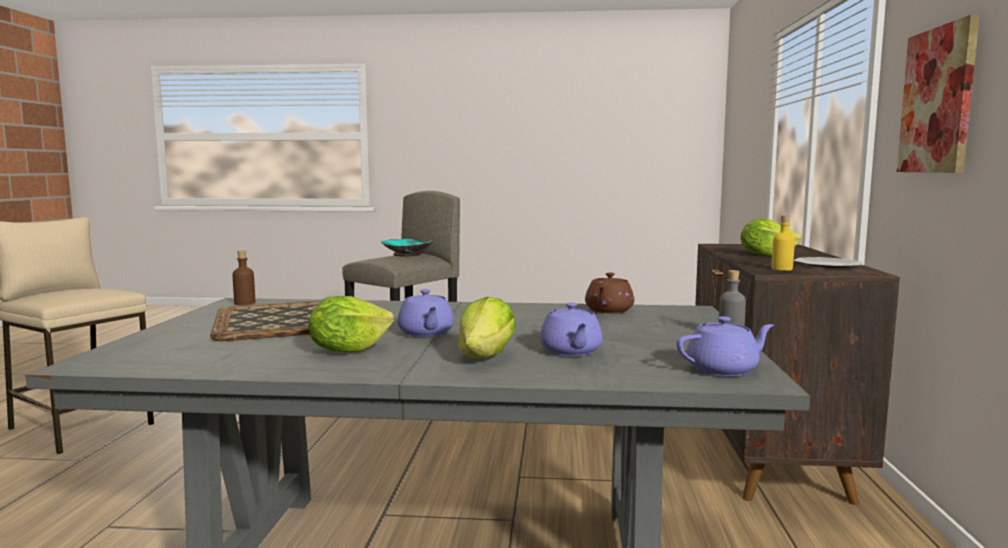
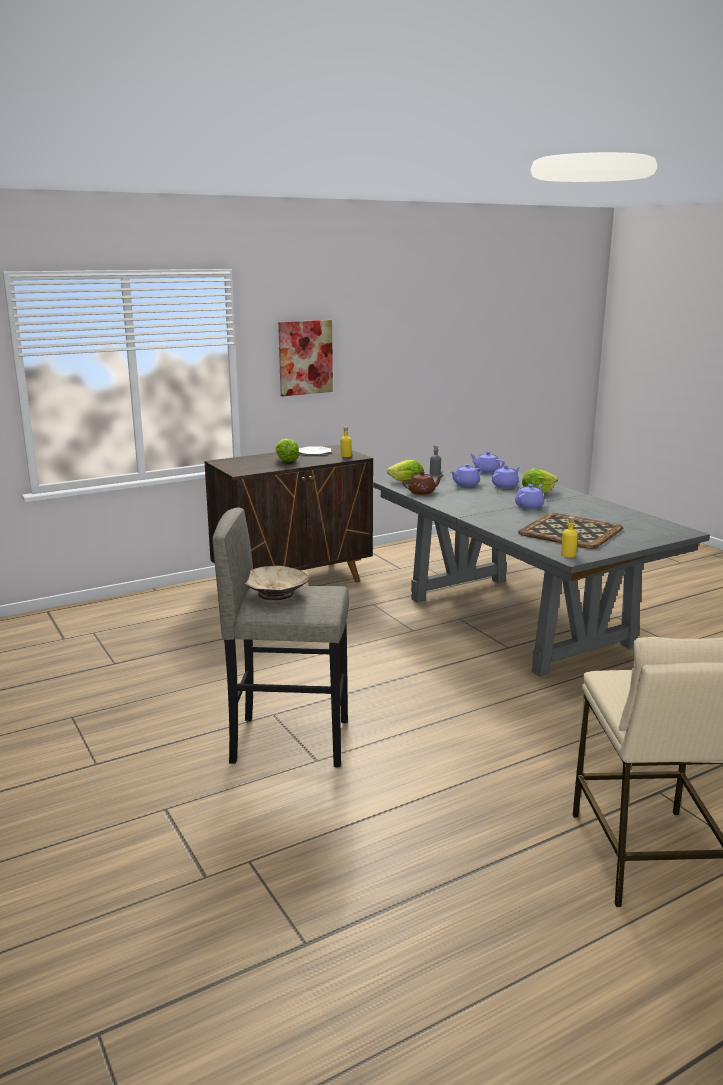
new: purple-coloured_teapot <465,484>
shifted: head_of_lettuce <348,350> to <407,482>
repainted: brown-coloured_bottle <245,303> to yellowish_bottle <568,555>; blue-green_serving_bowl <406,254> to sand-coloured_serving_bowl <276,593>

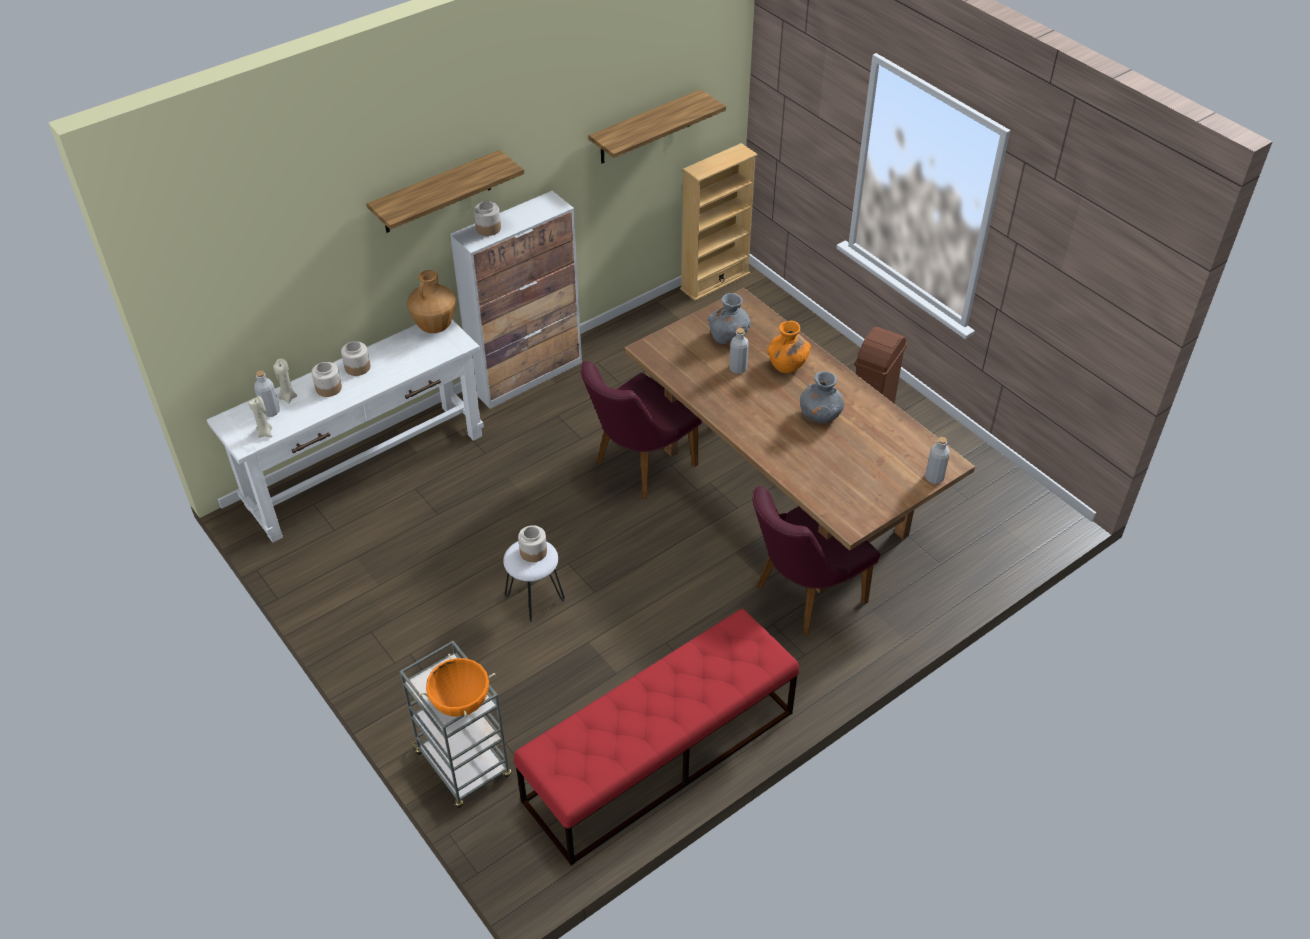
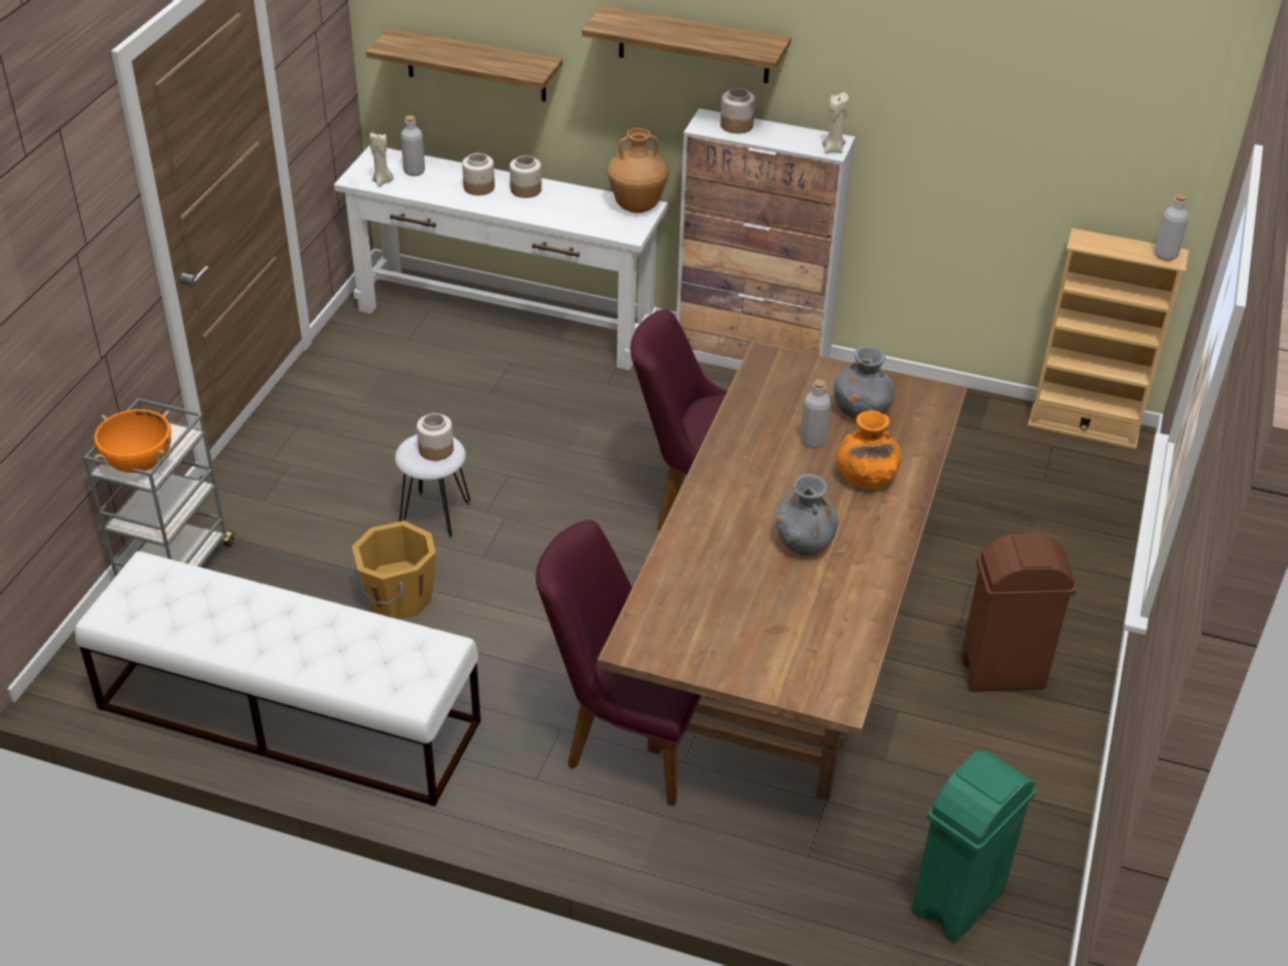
new: orange_pail <398,598>; green-coloured_trash_can <956,902>
shifted: sand-coloured_wax_candle <288,397> to <833,149>; shelf <645,128> to <476,65>; grey_bottle <934,478> to <1165,255>
repainted: red-coloured_indoor_bench <659,757> to whitish_indoor_bench <288,714>

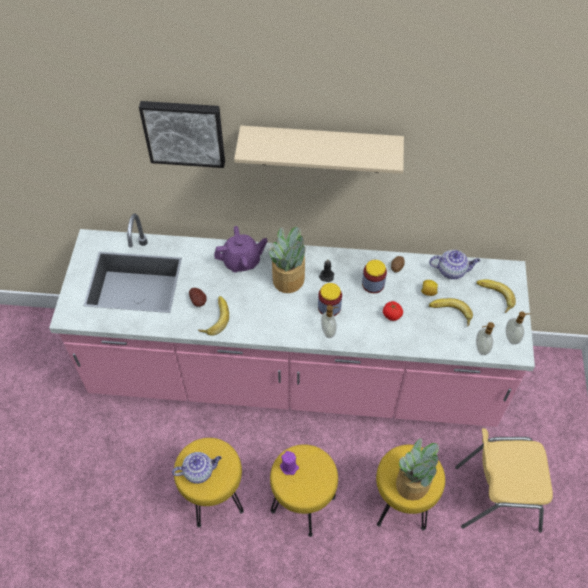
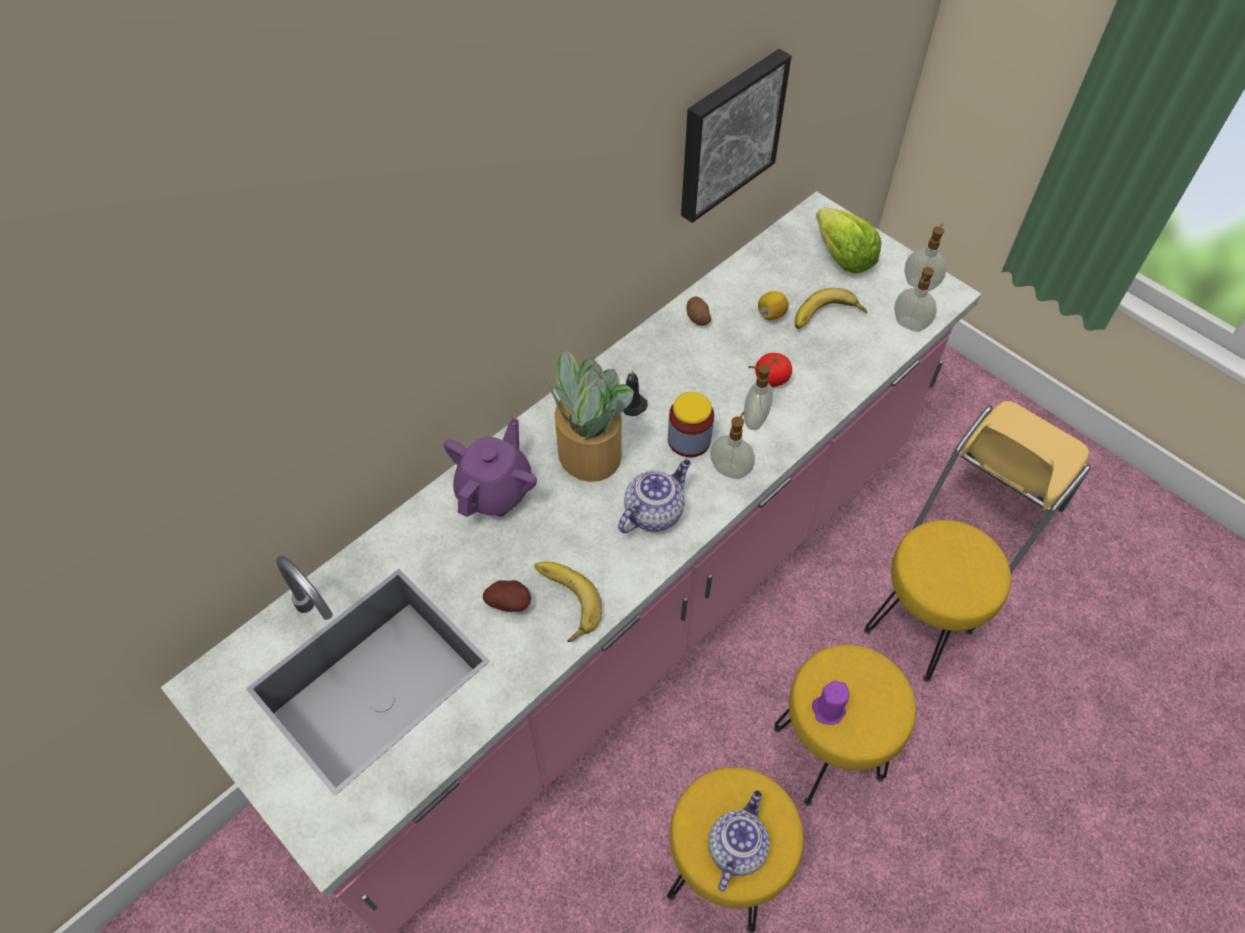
gone: sand-coloured_shelf <320,149>; preserve_jar <373,284>; plant_in_a_pot <413,482>
new: soap_bottle <754,419>
shifted: wall_art <184,132> to <728,134>; teapot <452,271> to <654,512>
swapped: banana <494,297> to head_of_lettuce <842,257>

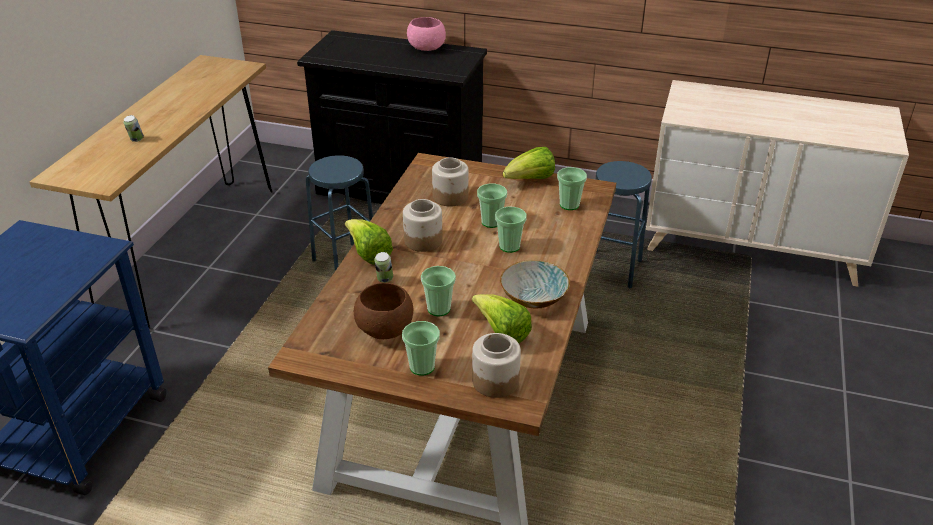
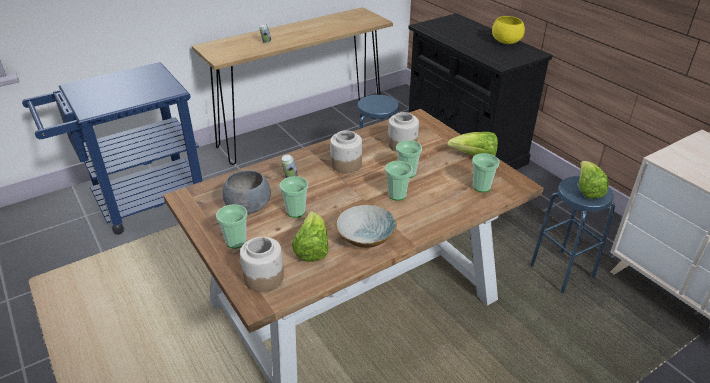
shifted: head_of_lettuce <368,254> to <587,190>
repainted: brown-coloured_serving_bowl <385,328> to grey_serving_bowl <249,206>; pinkish_serving_bowl <427,48> to yellowish_serving_bowl <506,42>

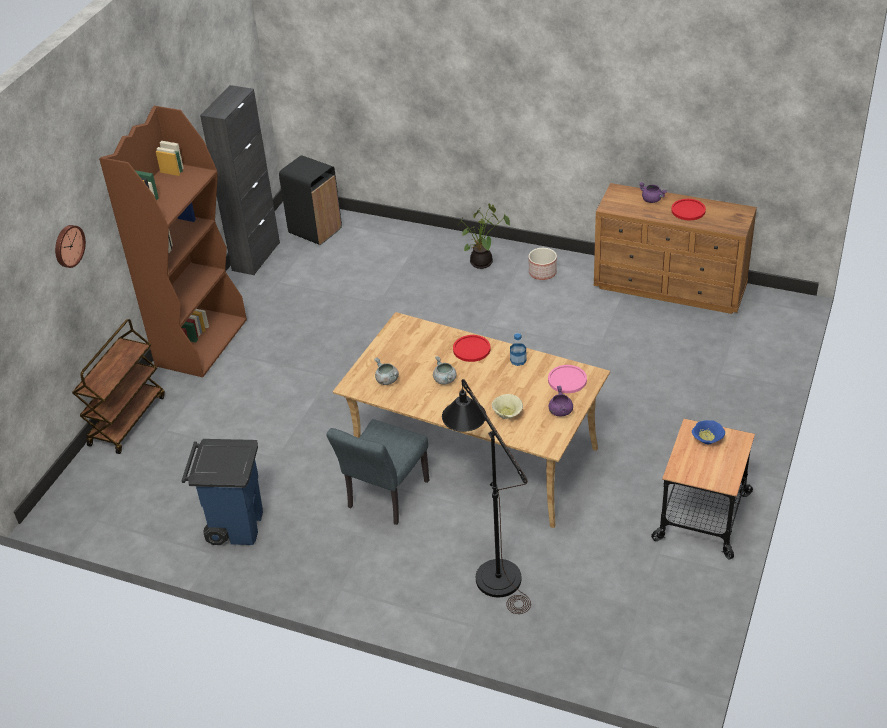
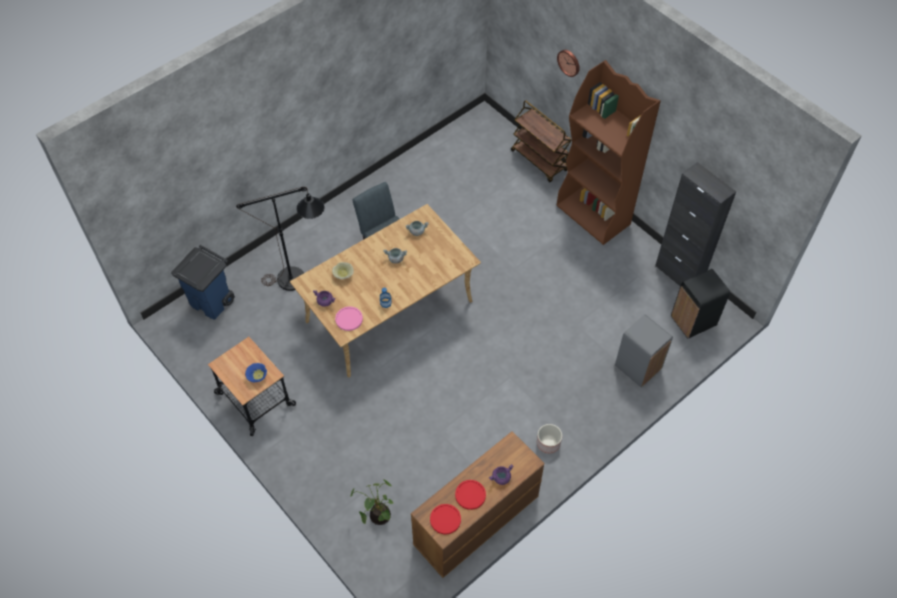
new: grey_trash_can <638,368>
shifted: bluish_trash_can <235,525> to <212,302>; red-coloured_plate <471,349> to <445,519>; plant_in_a_pot <482,264> to <378,516>

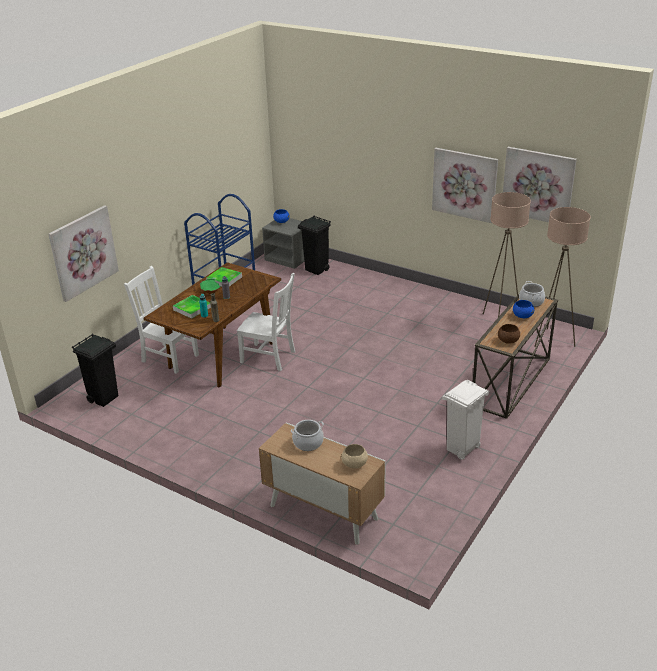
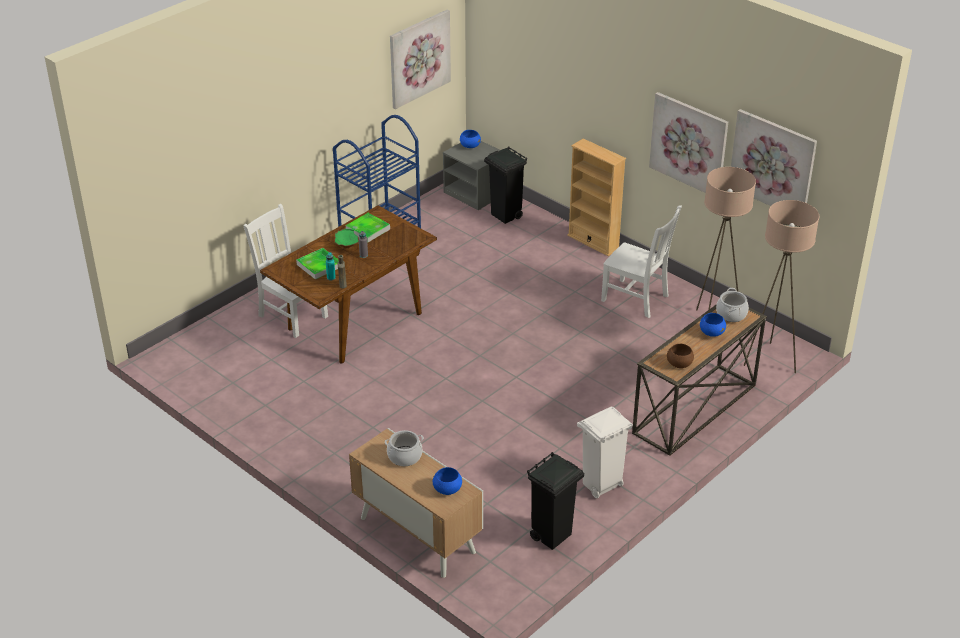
new: sand-coloured_shelving_unit <593,242>
shifted: wall_art <83,252> to <419,58>; black-coloured_trash_can <104,398> to <552,535>; whitish_chair <269,357> to <637,299>
repainted: sand-coloured_serving_bowl <354,464> to bluish_serving_bowl <447,490>

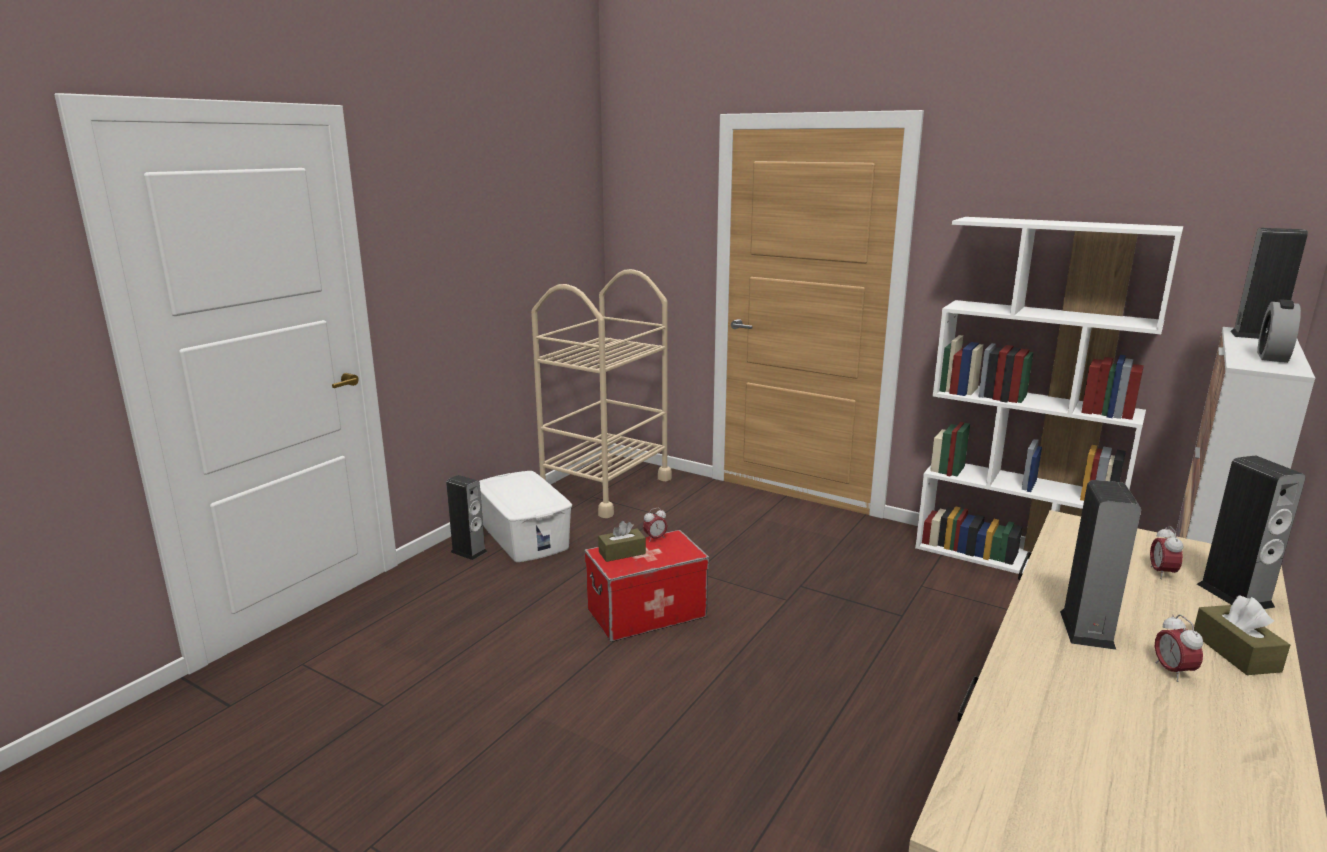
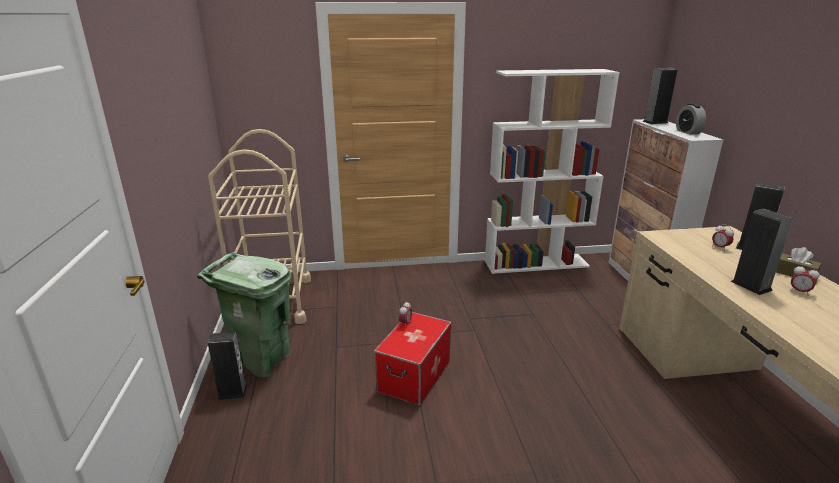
gone: brown-coloured_tissue_holder <622,553>
swapped: whitish_storage_box <525,536> to green-coloured_trash_can <261,360>

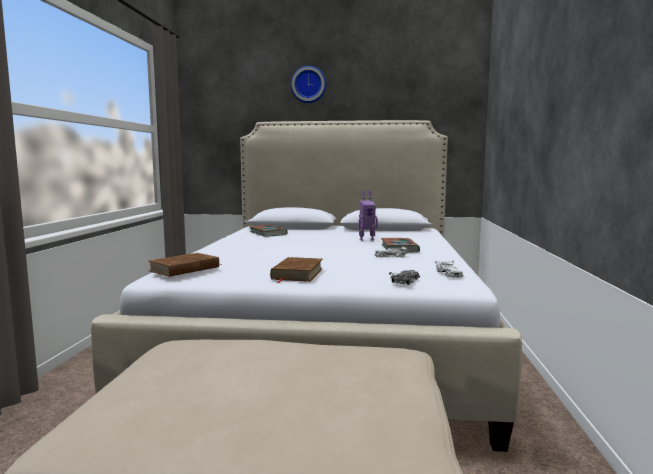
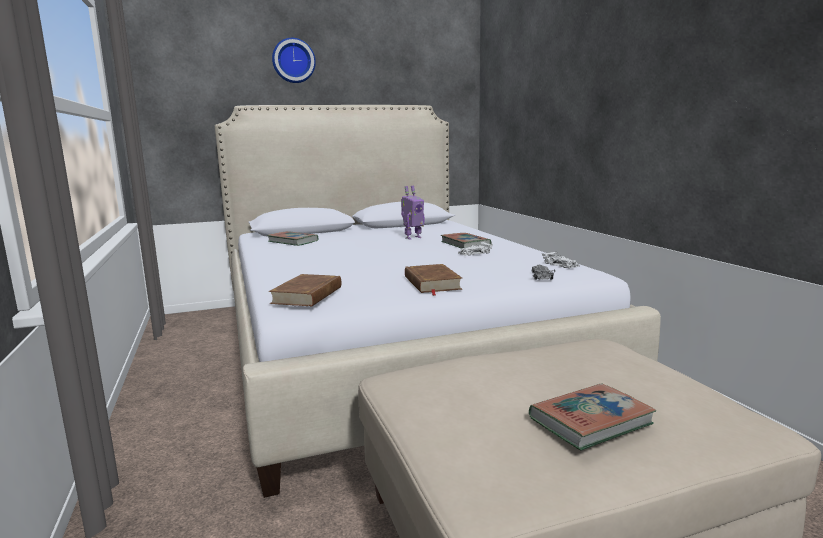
new: bound_book <590,421>

